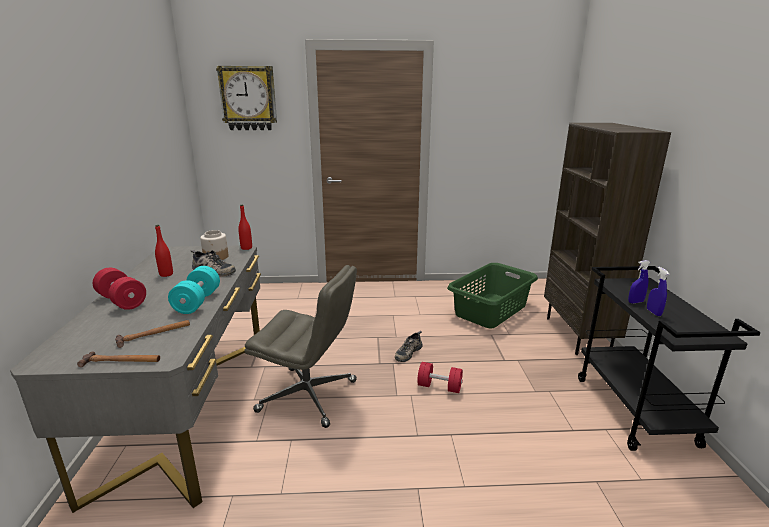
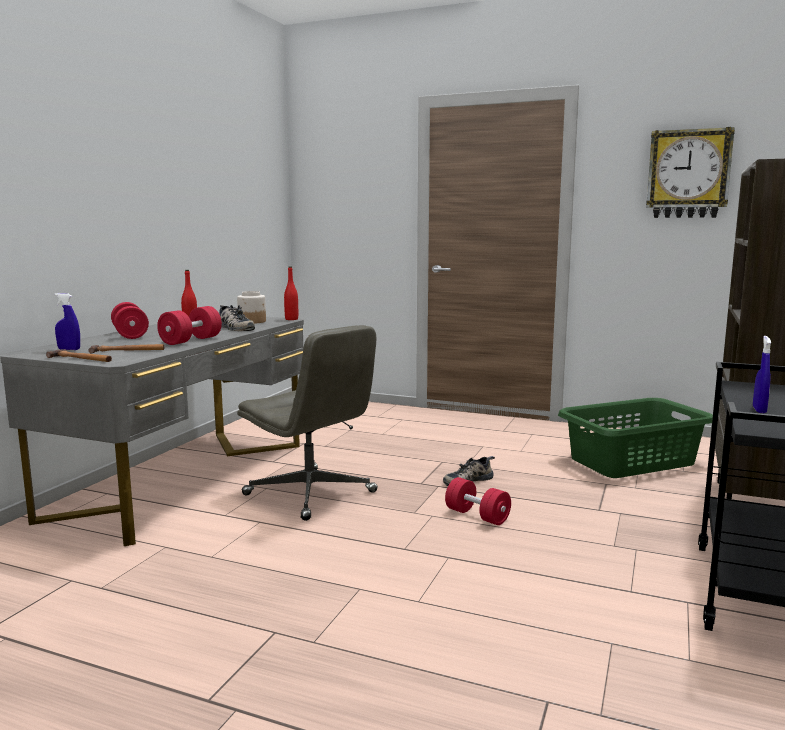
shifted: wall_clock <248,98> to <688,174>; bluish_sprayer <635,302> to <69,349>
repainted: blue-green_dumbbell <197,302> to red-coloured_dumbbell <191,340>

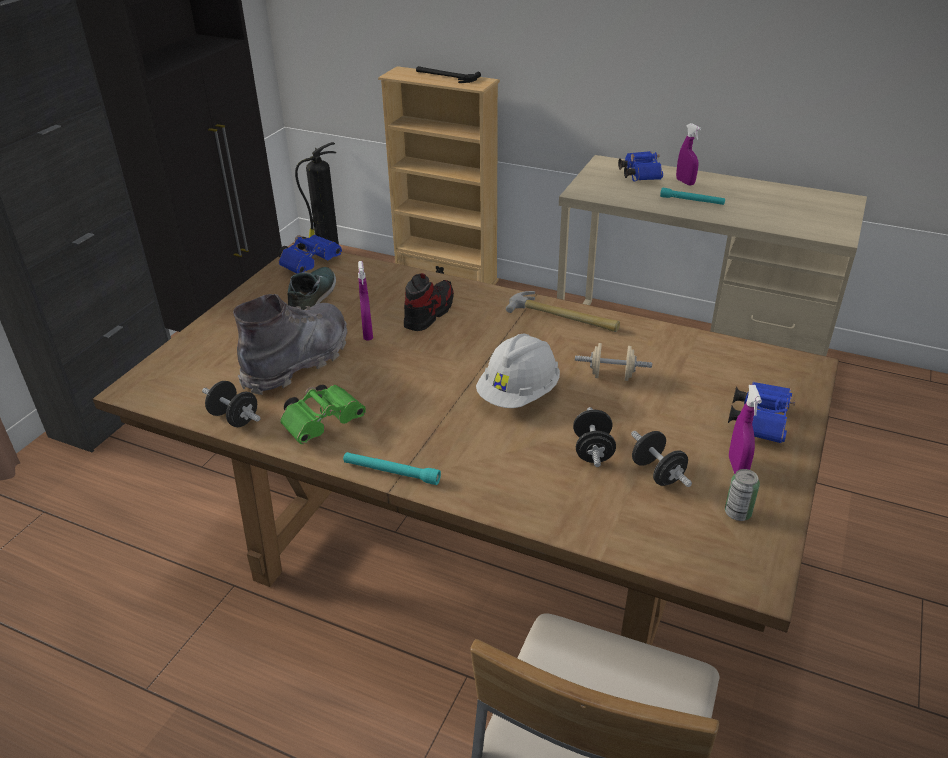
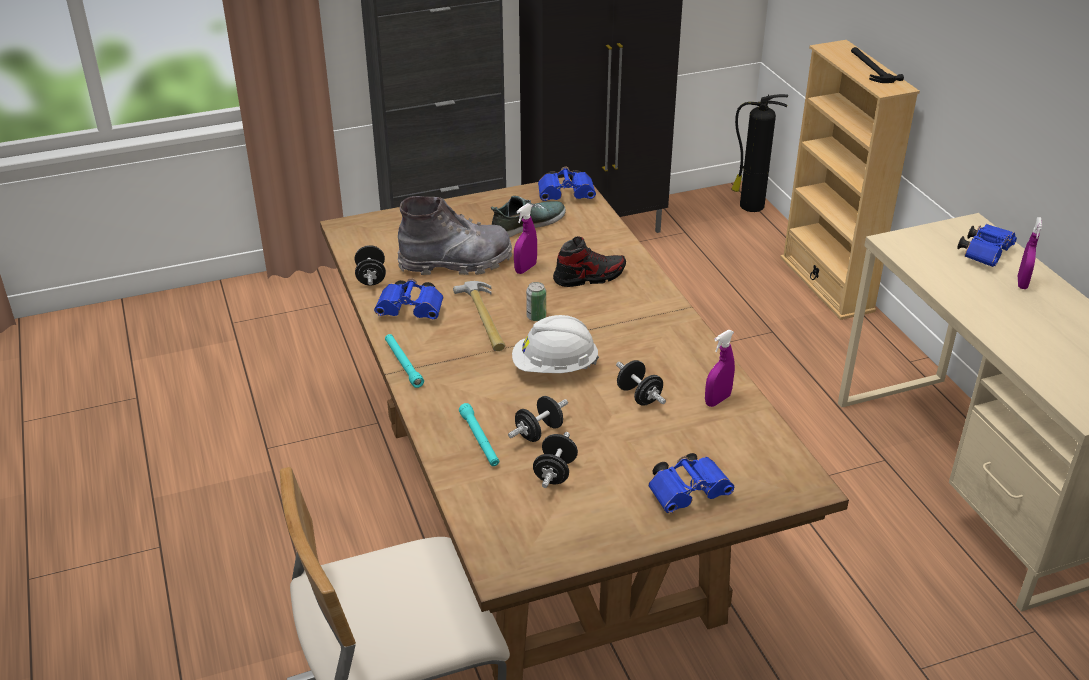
shifted: hammer <563,317> to <484,319>; blue-green_torch <692,201> to <479,440>; metal_can <737,513> to <536,317>; purple-coloured_sprayer <737,467> to <717,400>
repainted: green-coloured_field_glasses <324,423> to bluish_field_glasses <412,311>; sand-coloured_dumbbell <611,376> to black-coloured_dumbbell <639,396>

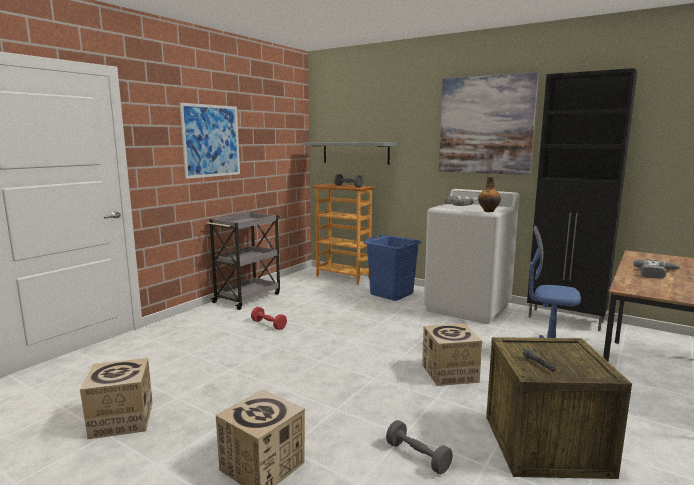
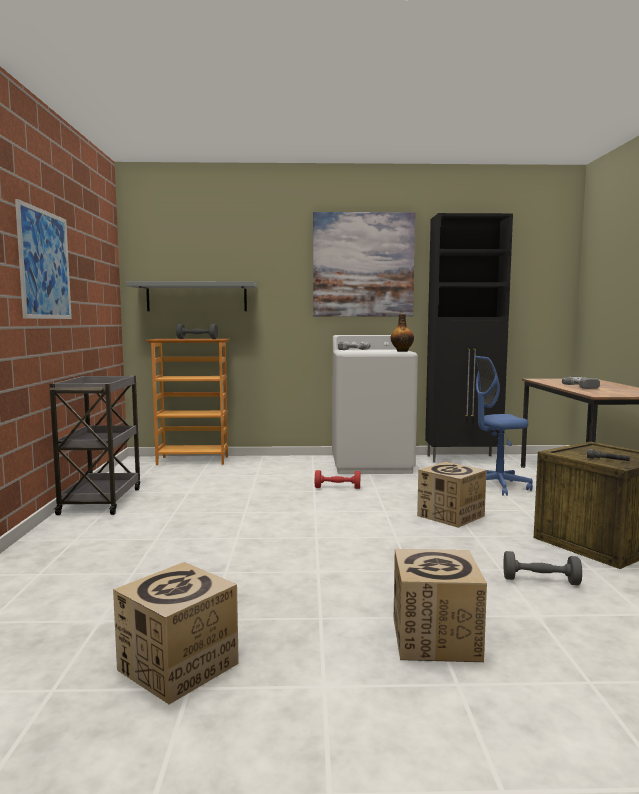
gone: bluish_washing_basket <391,294>
shifted: red-coloured_dumbbell <269,325> to <337,488>

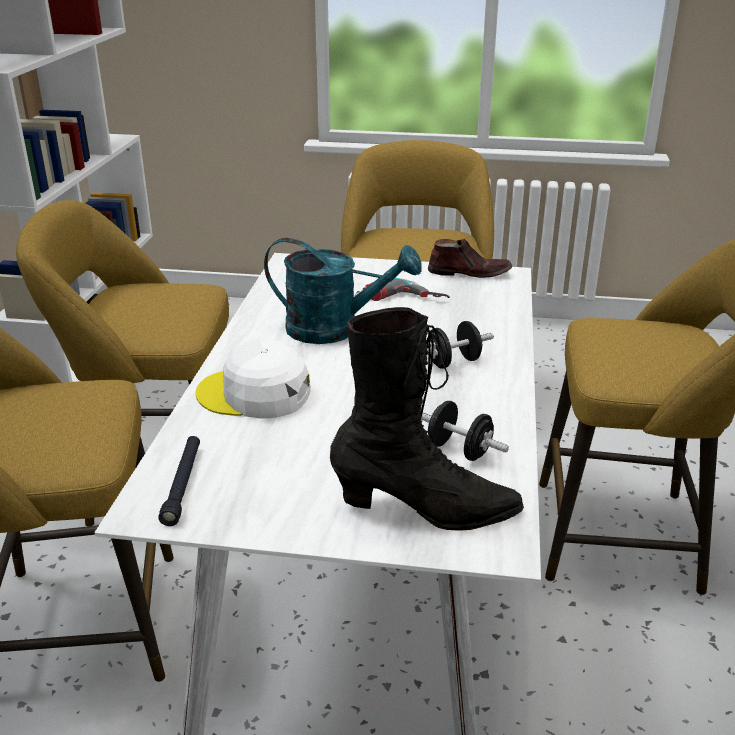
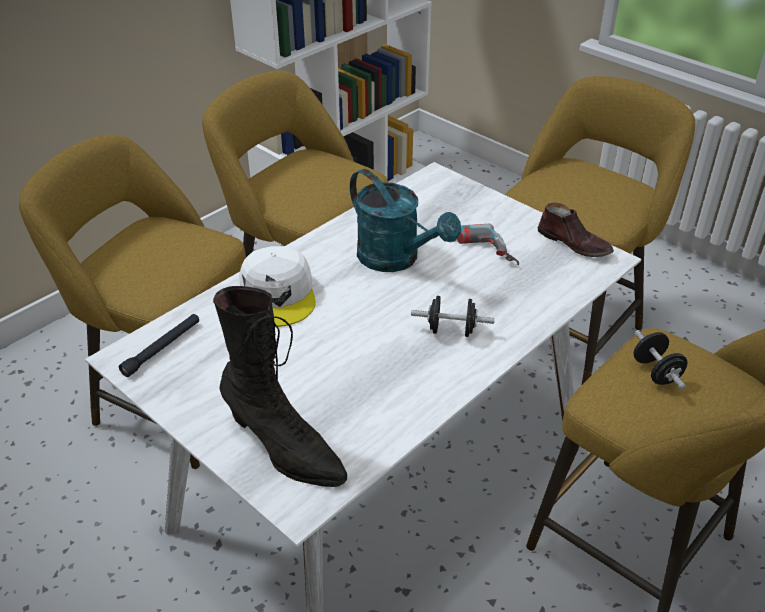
shifted: black-coloured_dumbbell <459,450> to <656,372>
rotated: whitish_peaked_cap <254,394> = <278,295> 150 degrees counterclockwise

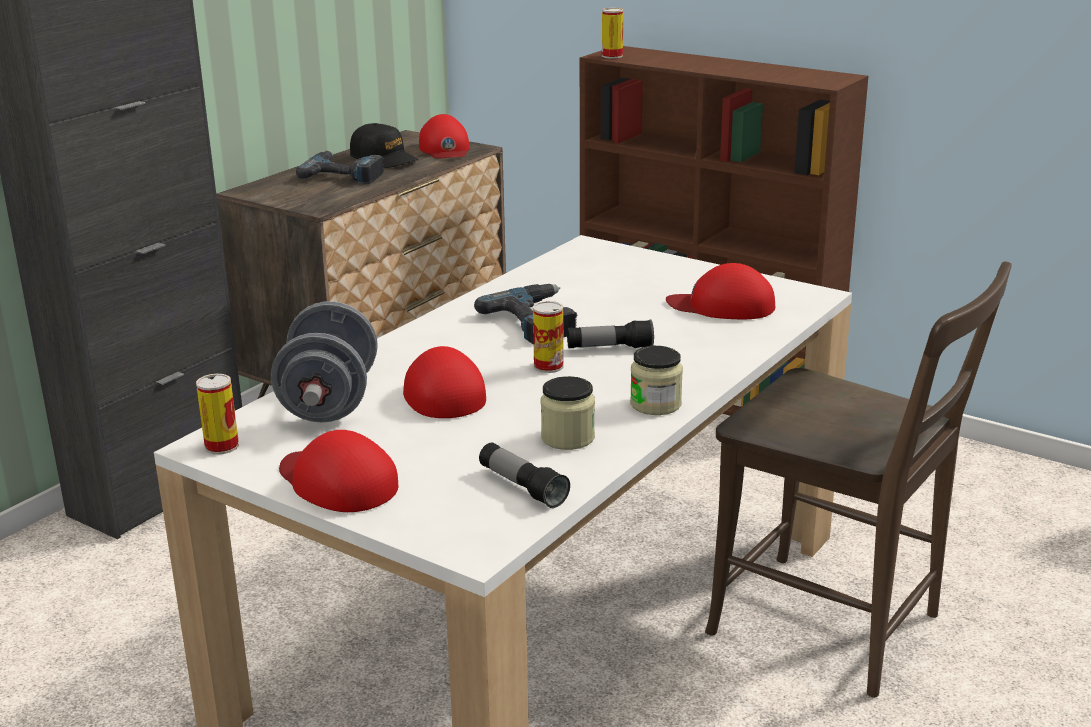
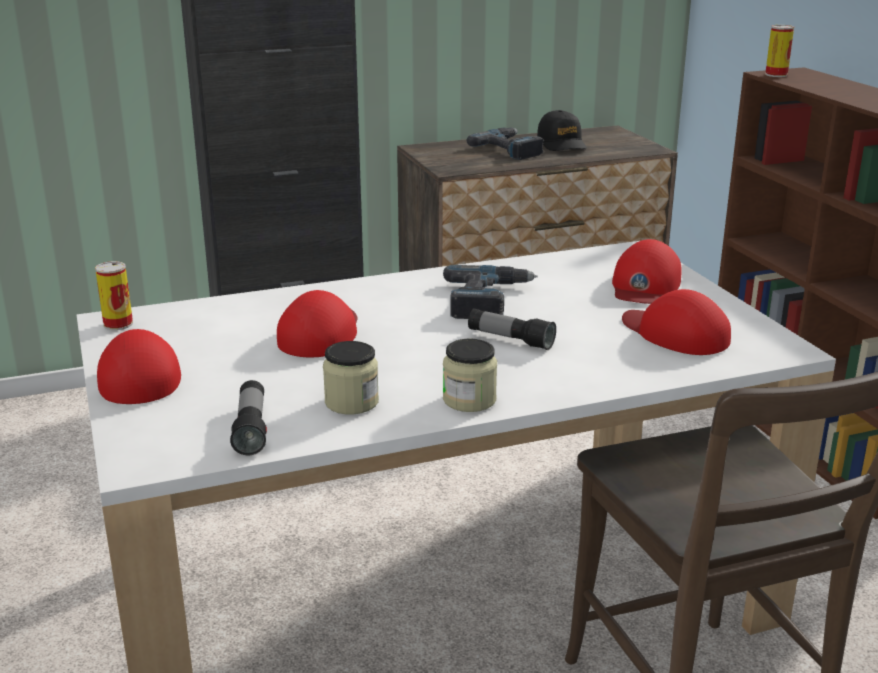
gone: grey_dumbbell <329,402>; metal_can <548,366>
shifted: red-coloured_peaked_cap <445,149> to <644,285>

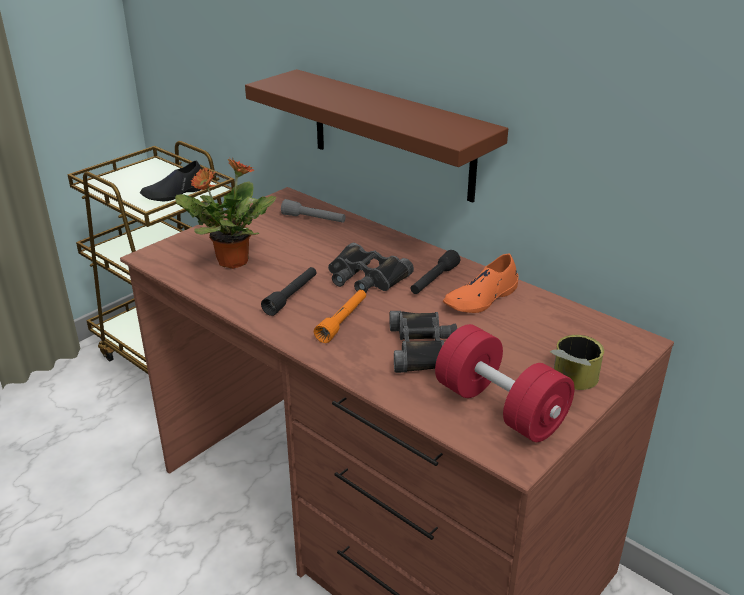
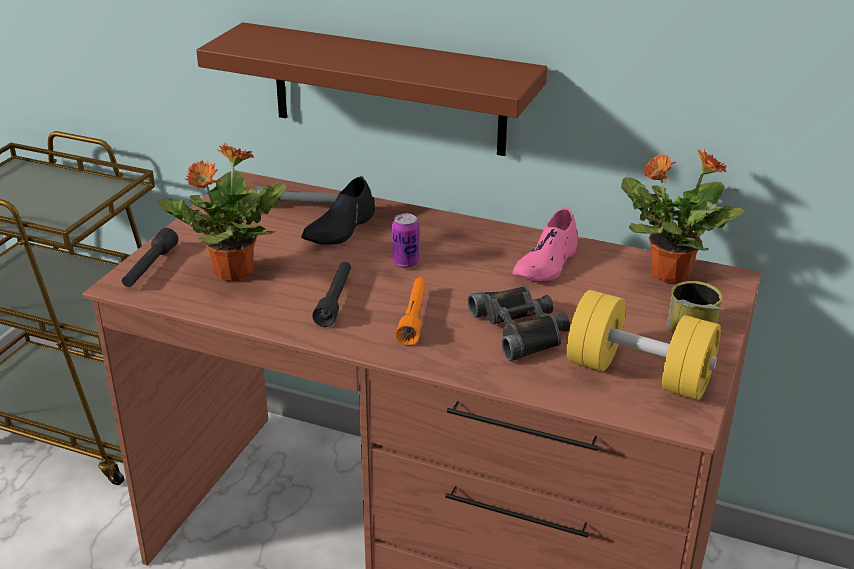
new: plant_in_a_pot <668,273>
shifted: black-coloured_shoe <175,193> to <340,229>; black-coloured_torch <434,280> to <150,268>
swapped: black-coloured_field_glasses <365,277> to metal_can <405,263>
repainted: red-coloured_dumbbell <500,408> to yellowish_dumbbell <639,374>; orange_shoe <481,298> to pinkish_shoe <547,263>

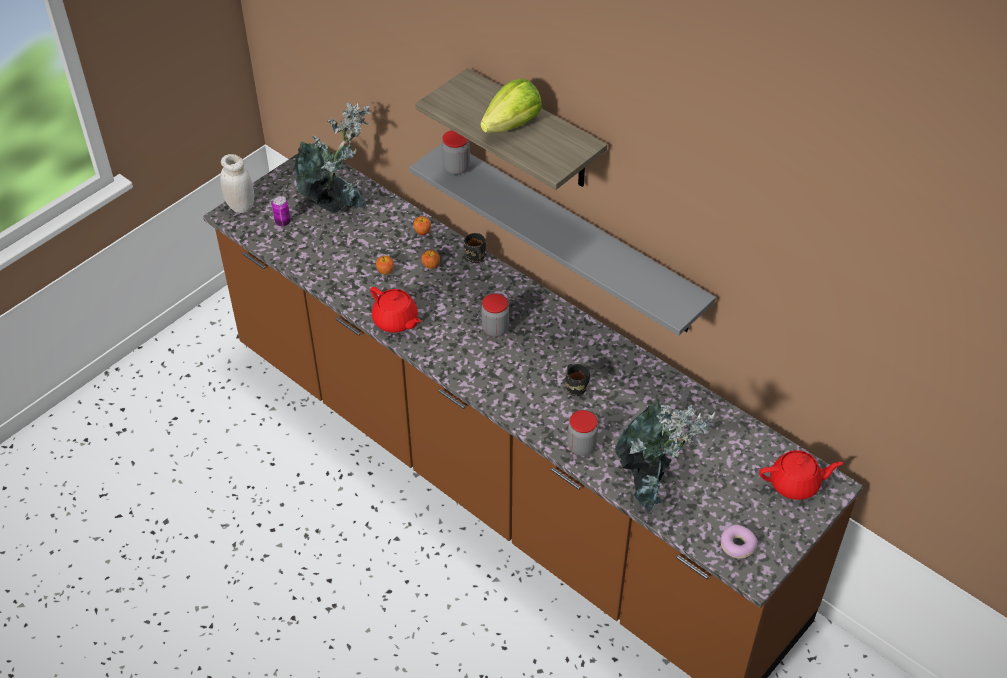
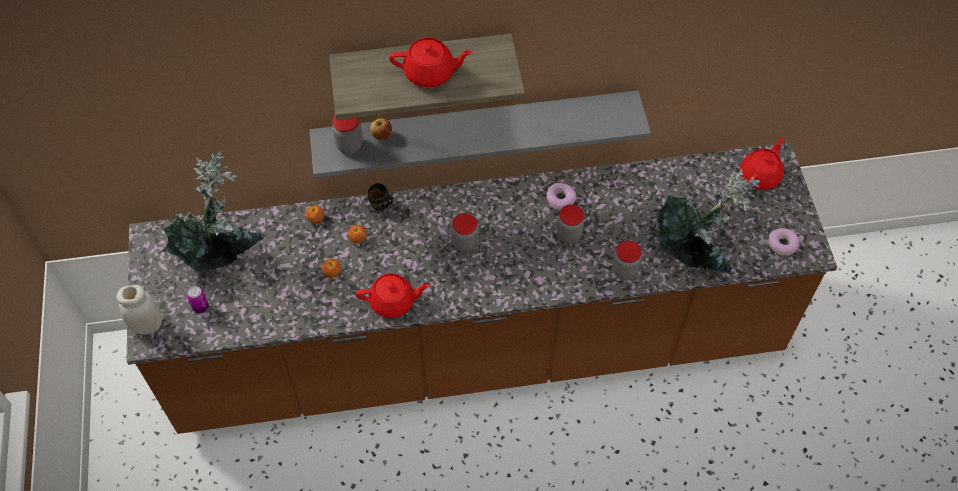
new: apple <381,135>; doughnut <560,199>
swapped: head_of_lettuce <512,125> to red-coloured_teapot <430,73>; black-coloured_coffee_mug <576,388> to preserve_jar <569,234>

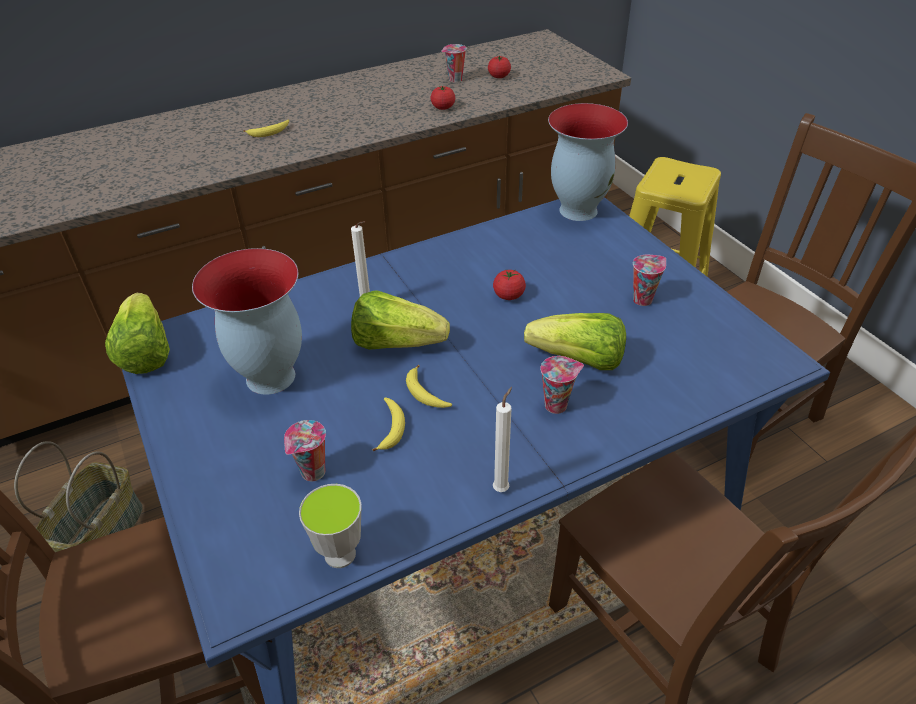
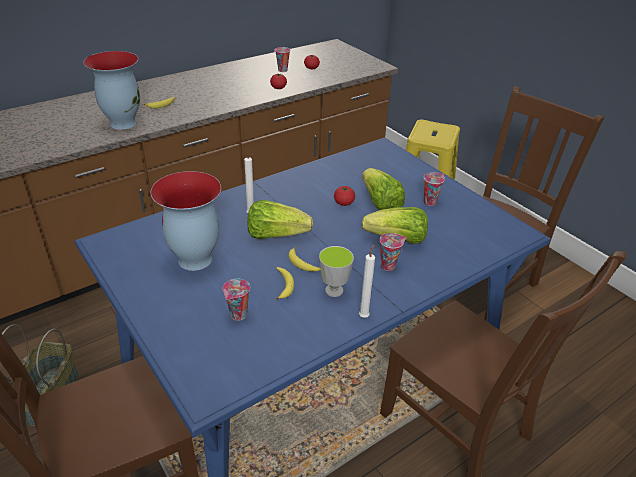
shifted: head_of_lettuce <145,352> to <380,203>; cup <340,554> to <334,290>; flower_vase <577,210> to <122,123>

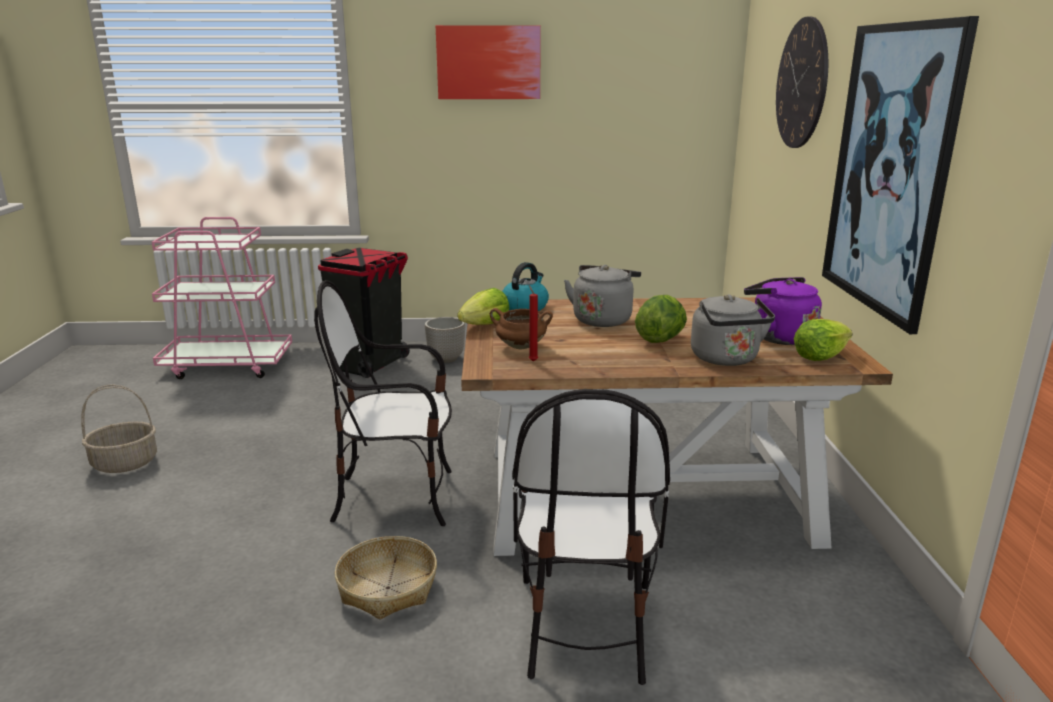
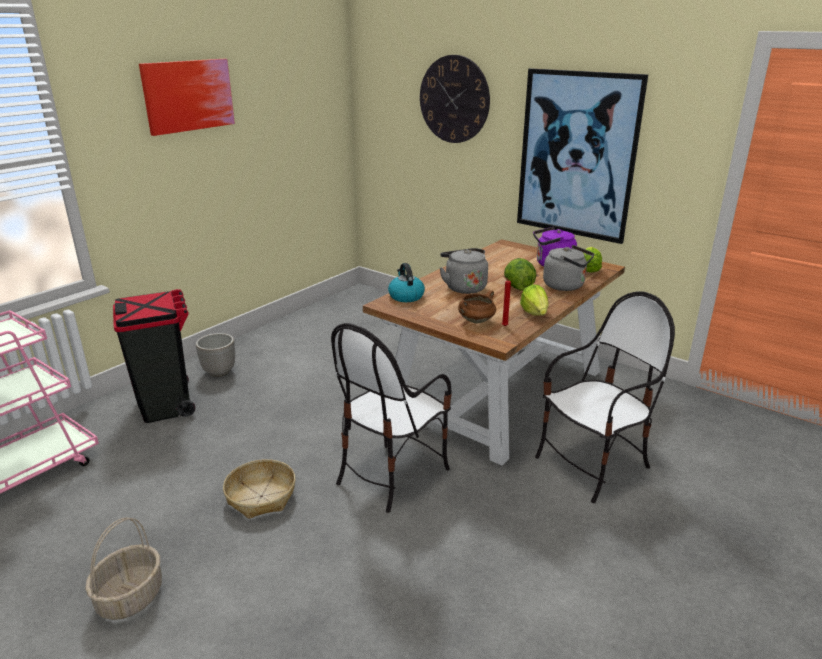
shifted: household_basket <388,588> to <261,496>; head_of_lettuce <485,325> to <534,313>
rotated: chair <584,625> = <593,466> 75 degrees counterclockwise

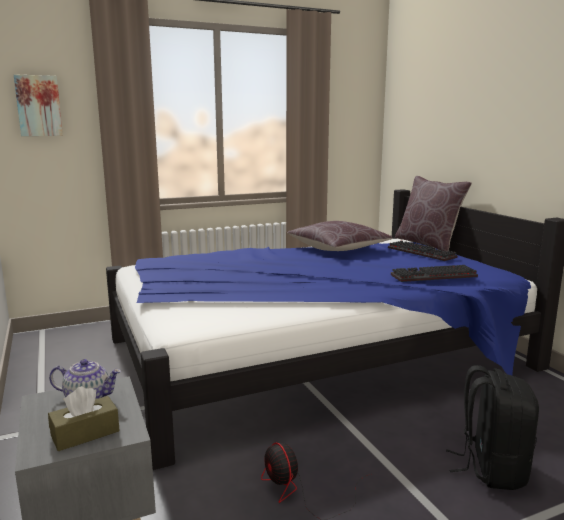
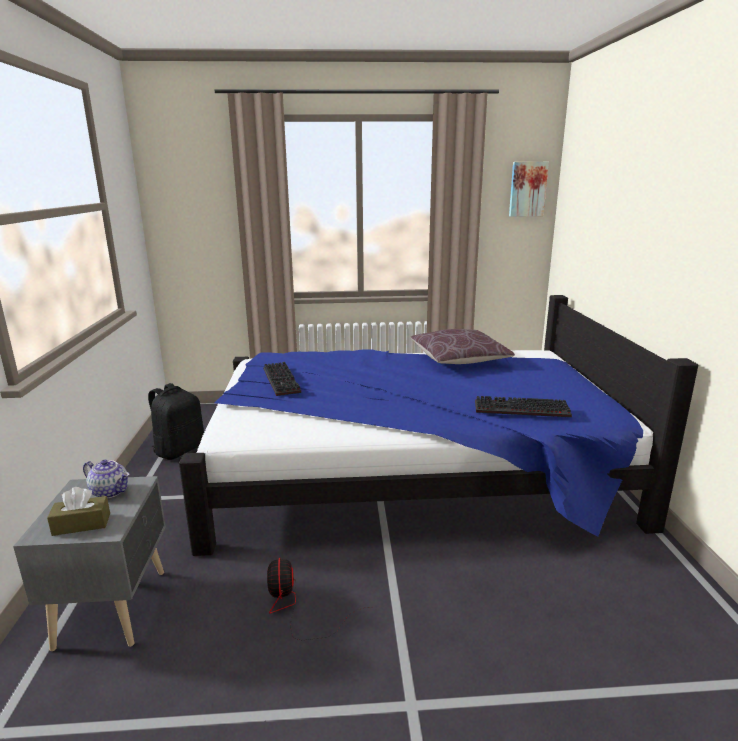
gone: brown-coloured_pillow <428,244>
shifted: wall_art <39,106> to <527,189>; keyboard <423,253> to <283,381>; black-coloured_backpack <491,468> to <179,450>

